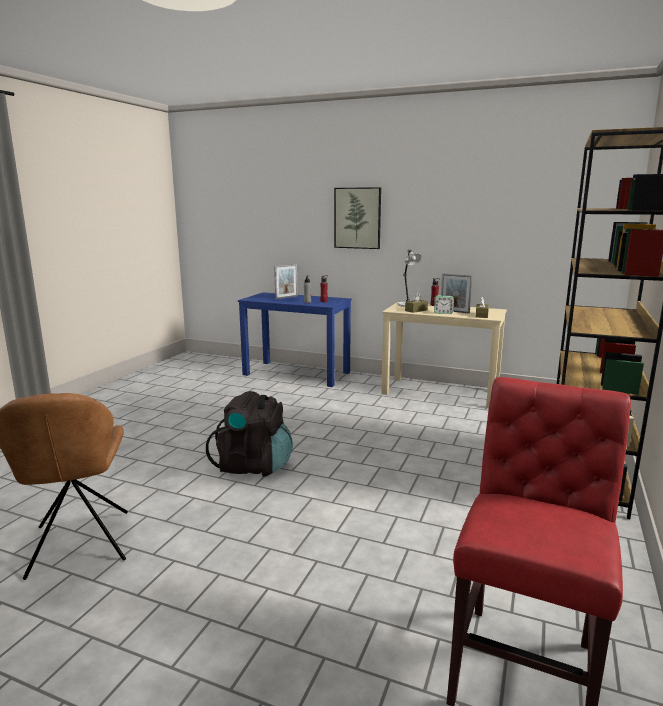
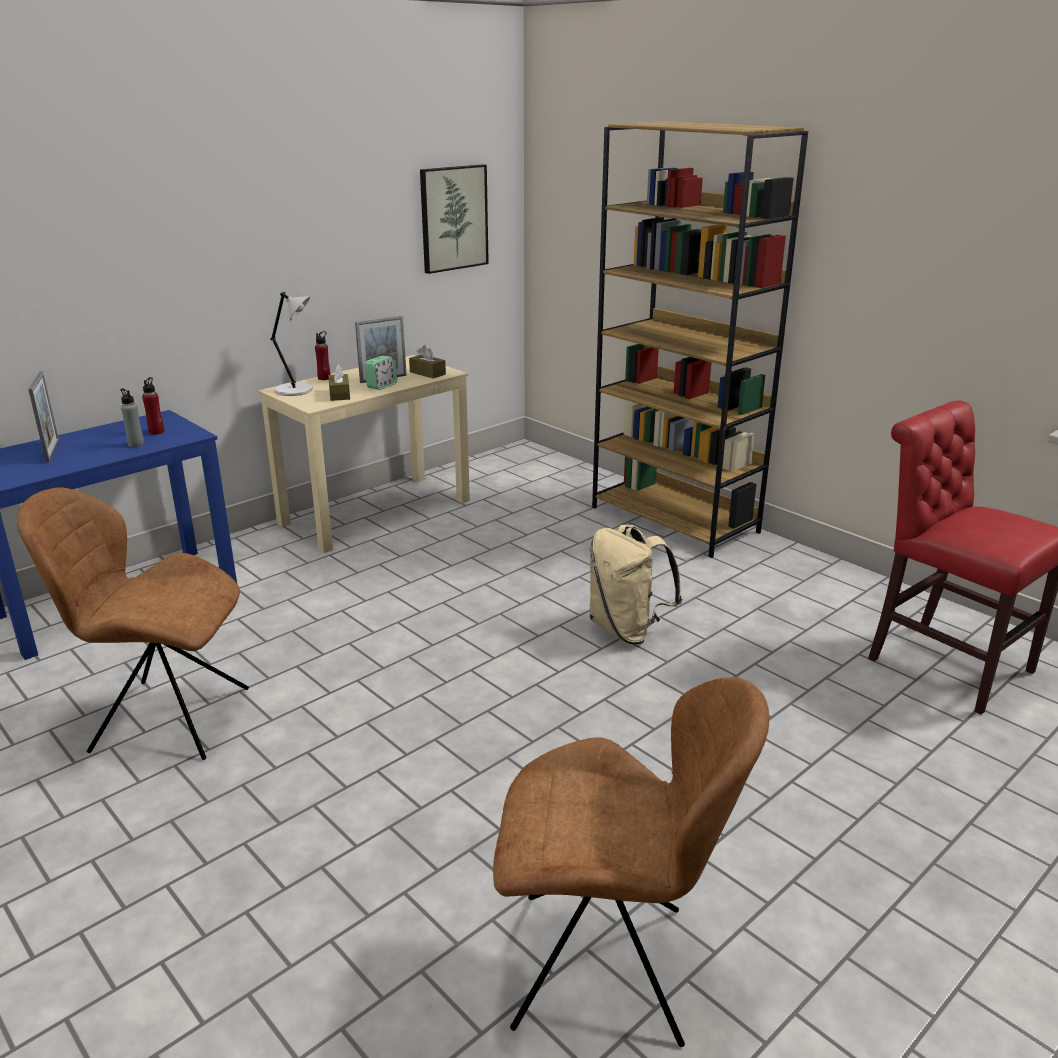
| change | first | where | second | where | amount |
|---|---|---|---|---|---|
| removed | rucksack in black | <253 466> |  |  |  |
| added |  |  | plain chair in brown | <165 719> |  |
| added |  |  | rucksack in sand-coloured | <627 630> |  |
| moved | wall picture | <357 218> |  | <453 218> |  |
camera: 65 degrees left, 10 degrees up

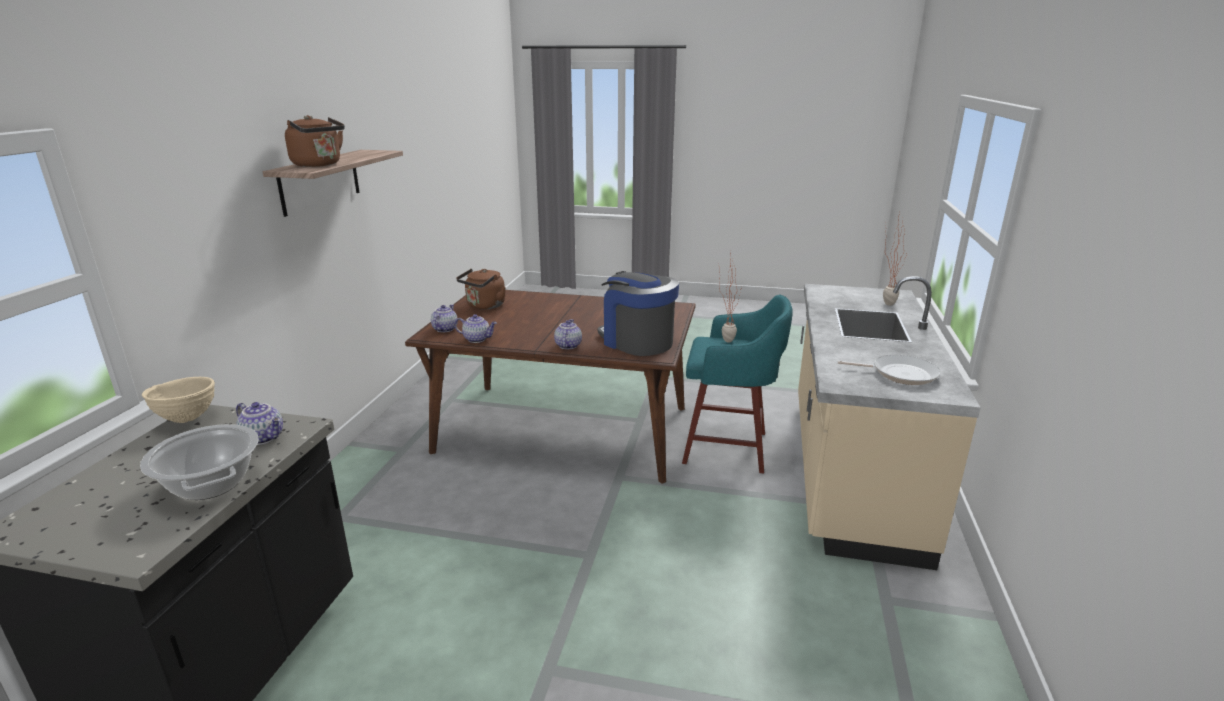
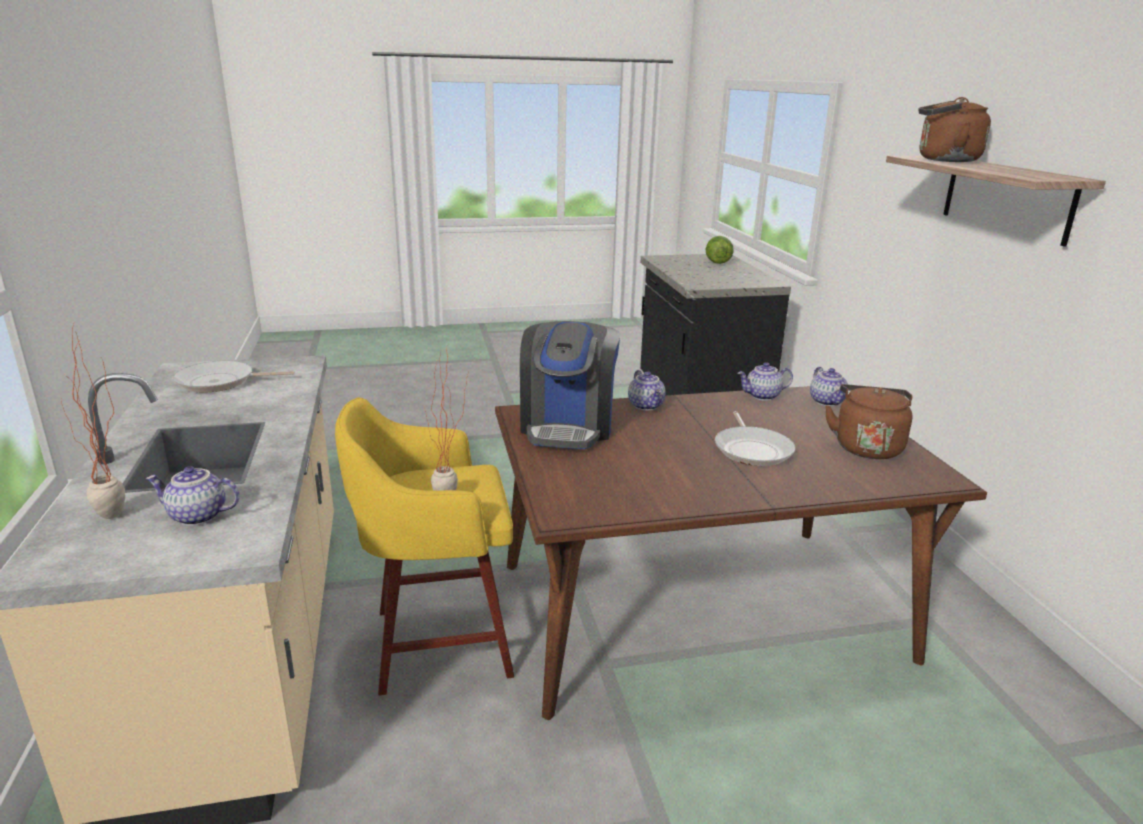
| change | first | where | second | where | amount |
|---|---|---|---|---|---|
| removed | cooking pot | <211 484> |  |  |  |
| removed | serving bowl in sand-coloured | <188 419> |  |  |  |
| added |  |  | head of lettuce | <717 262> |  |
| added |  |  | pan | <752 449> |  |
| moved | pot for tea | <264 437> |  | <196 516> |  |
| recoloured | stool in turquoise | <729 448> | stool in yellowish | <437 643> |  |
| turned | coffee machine | <636 341> |  | <568 426> | 75 degrees clockwise |
camera: 155 degrees right, 0 degrees up

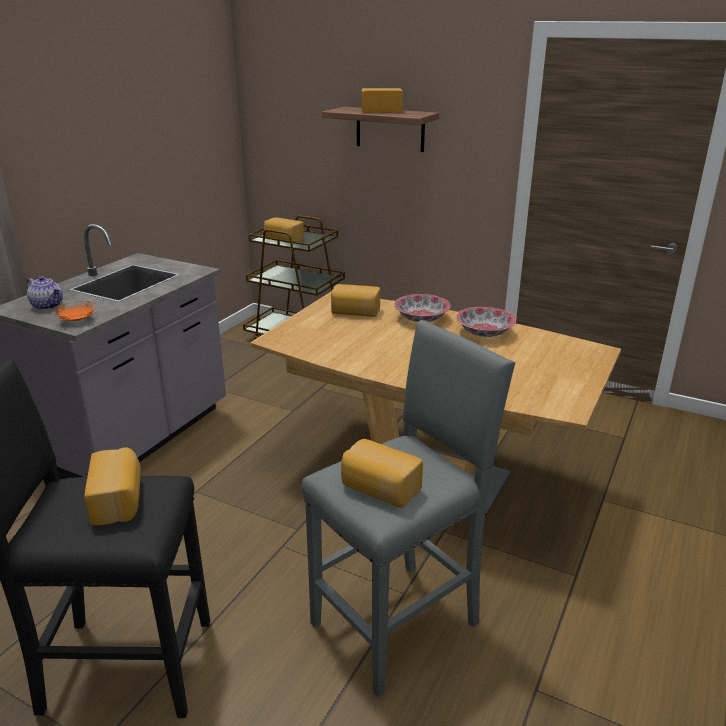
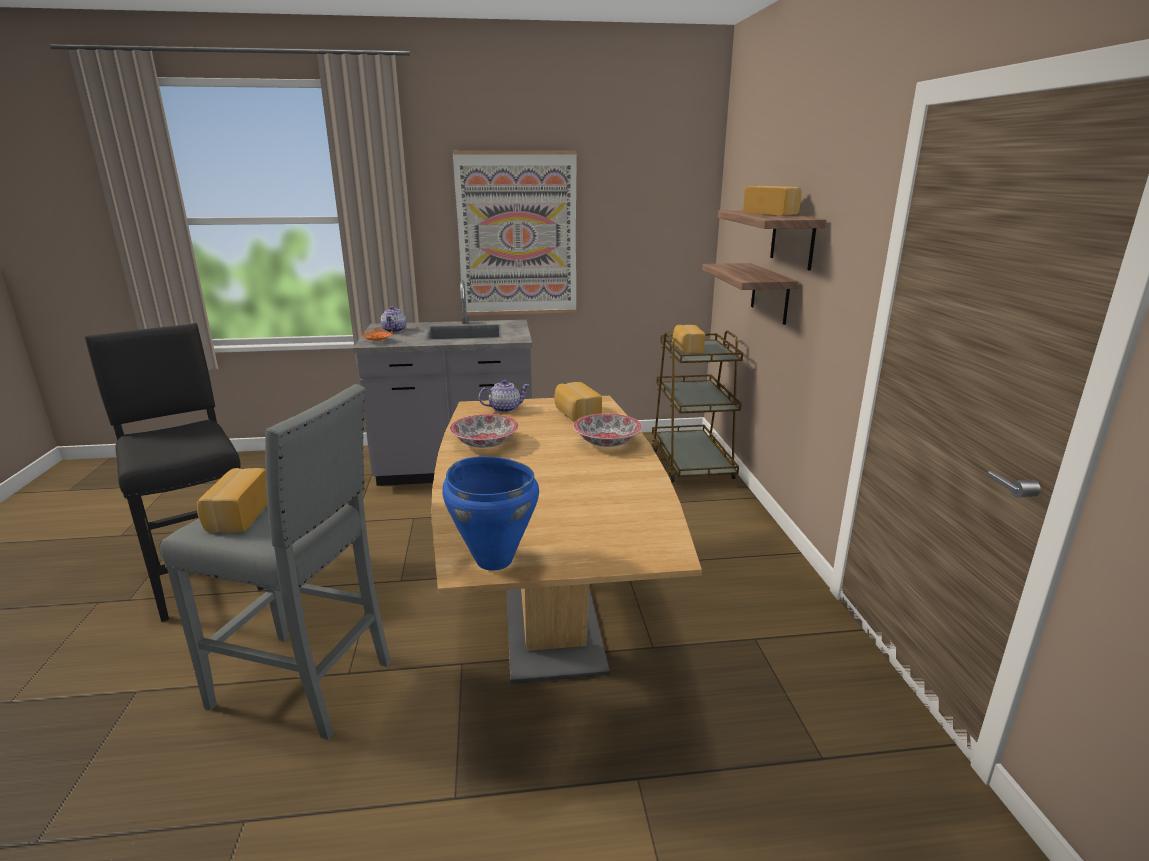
| change | first | where | second | where | amount |
|---|---|---|---|---|---|
| removed | baked bread | <118 500> |  |  |  |
| added |  |  | cooking pot in blue | <494 560> |  |
| added |  |  | wall picture | <517 235> |  |
| added |  |  | pot for tea | <505 408> |  |
| added |  |  | wall shelf | <770 293> |  |
| moved | serving bowl | <484 332> |  | <485 443> |  |
camera: 55 degrees right, 5 degrees down

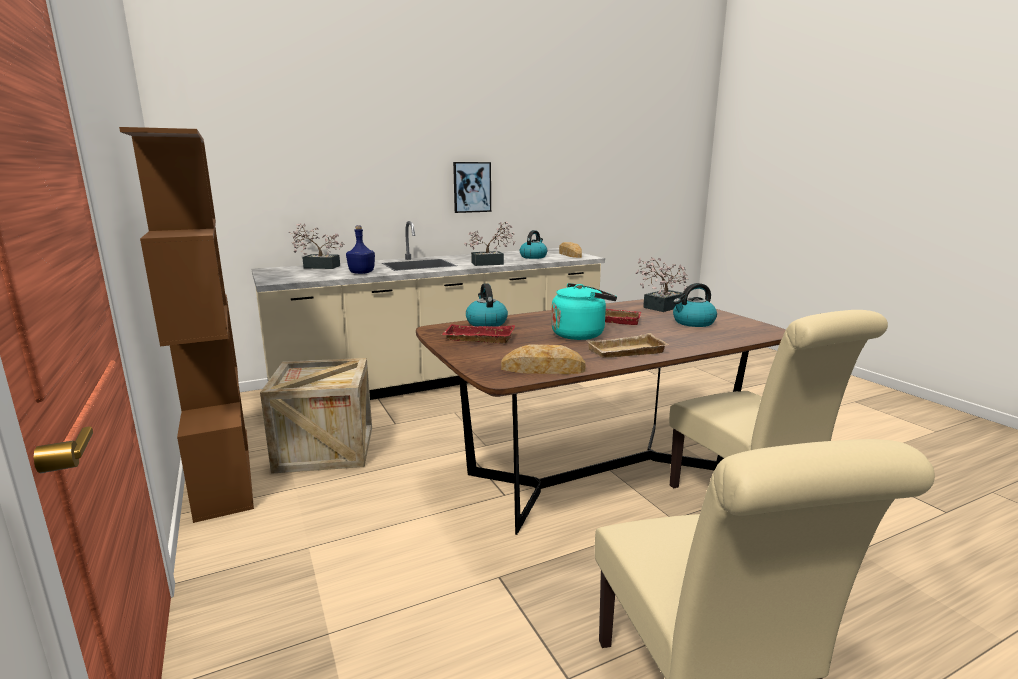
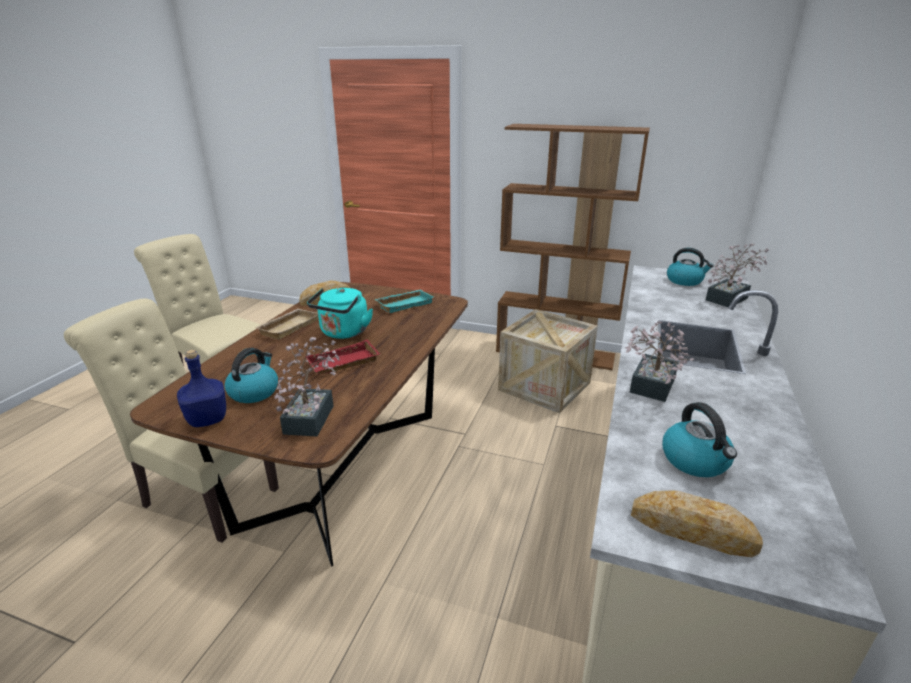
| change | first | where | second | where | amount |
|---|---|---|---|---|---|
| removed | wall picture | <472 187> |  |  |  |
| moved | drink bottle in blue | <362 273> |  | <206 420> |  |
| moved | tea kettle | <486 323> |  | <685 281> |  |
| recoloured | serving tray in red-coloured | <477 339> | serving tray in turquoise | <404 304> |  |
camera: 135 degrees right, 10 degrees up

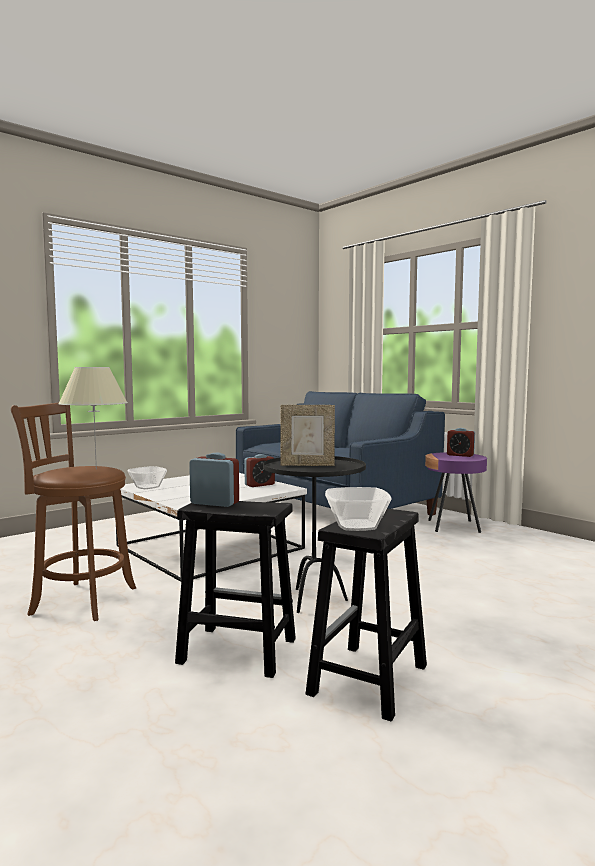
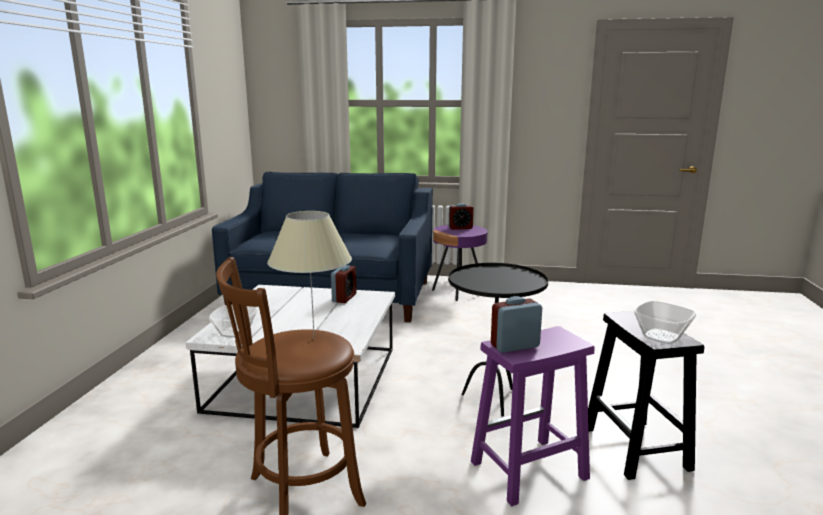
| change | first | where | second | where | amount |
|---|---|---|---|---|---|
| removed | standing frame | <307 465> |  |  |  |
| recoloured | stool in black | <235 651> | stool in purple-coloured | <527 471> |  |
camera: 40 degrees left, 10 degrees up

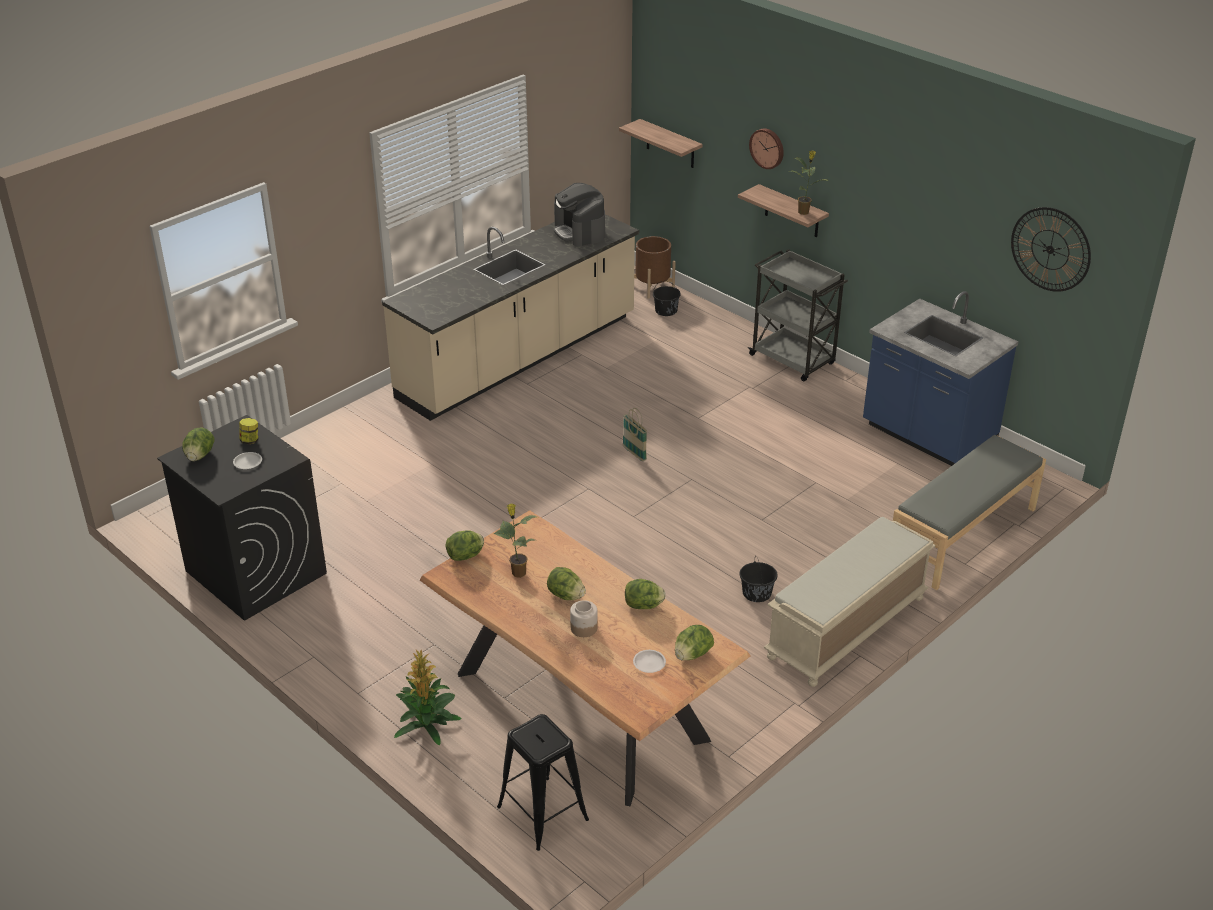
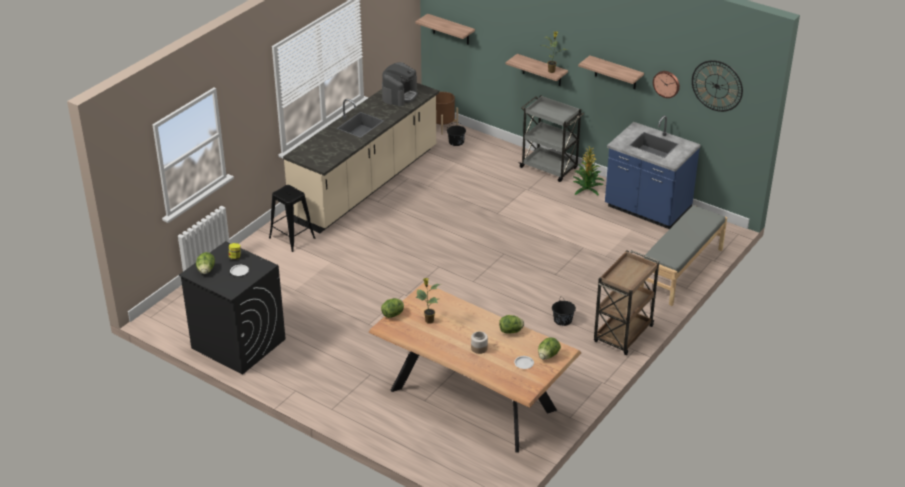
| change | first | where | second | where | amount |
|---|---|---|---|---|---|
| removed | head of lettuce | <566 595> |  |  |  |
| removed | household basket | <634 453> |  |  |  |
| added |  |  | wall shelf | <615 73> |  |
| moved | potted plant | <427 724> |  | <587 188> |  |
| moved | stool in black | <542 813> |  | <292 238> |  |
| moved | hanging clock | <767 148> |  | <666 83> |  |
| replaced | indoor bench in sand-coloured | <847 628> | cart in brown | <622 335> |  |
| turned | coffee machine | <579 232> |  | <399 95> | 120 degrees counterclockwise |
camera: 10 degrees left, 0 degrees up

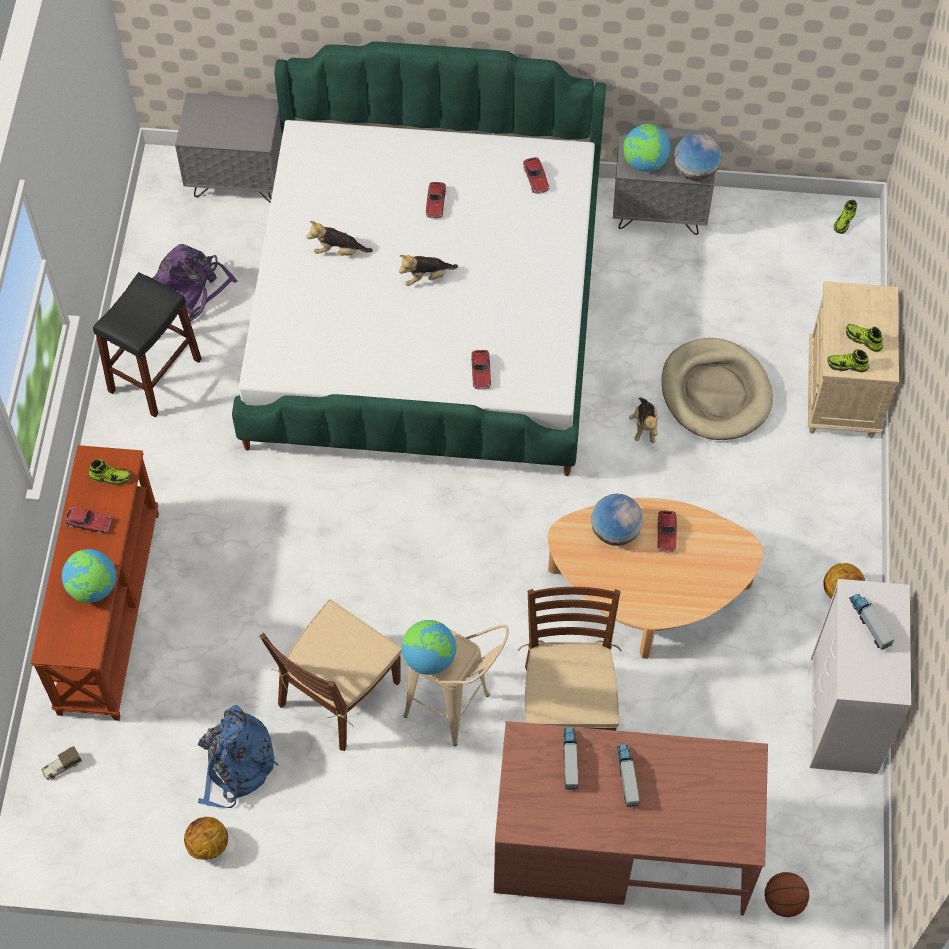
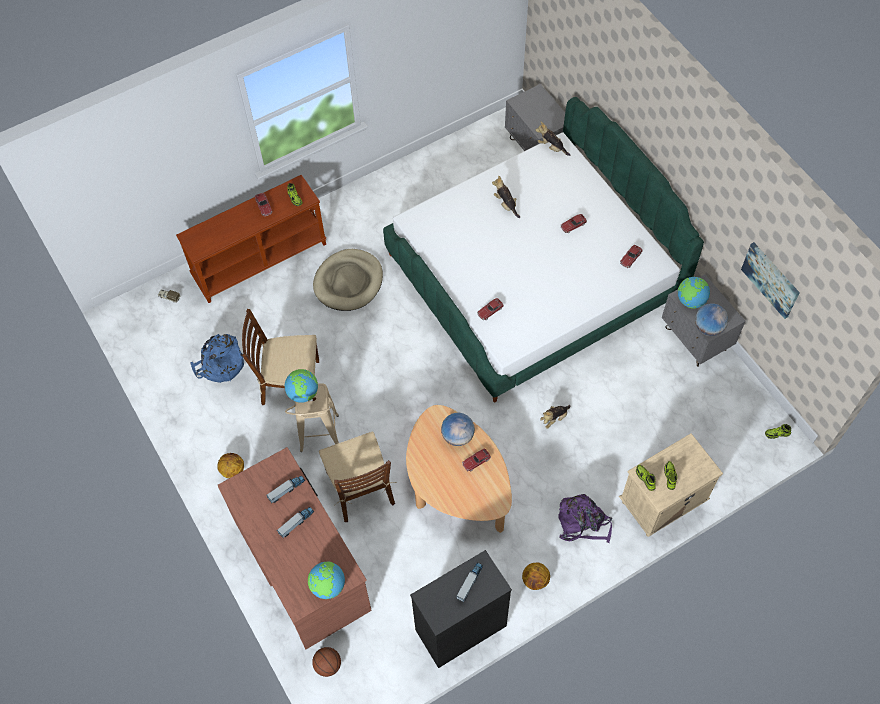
| change | first | where | second | where | amount |
|---|---|---|---|---|---|
| removed | stool in black | <155 375> |  |  |  |
| added |  |  | wall picture | <771 279> |  |
| moved | world globe | <93 588> |  | <328 586> |  |
| moved | rucksack in purple-coloured | <192 290> |  | <582 522> |  |
| moved | basketball ball | <207 845> |  | <232 470> |  |
| moved | soft toy | <426 277> |  | <551 147> |  |
| moved | dog cushion in sand-coloured | <715 392> |  | <348 282> |  |
| recoloured | chest of drawers in white-coloured | <843 715> | chest of drawers in black | <460 628> |  |
| turned | plain chair in brown | <567 707> |  | <360 488> | 105 degrees clockwise |
camera: 55 degrees right, 0 degrees up

